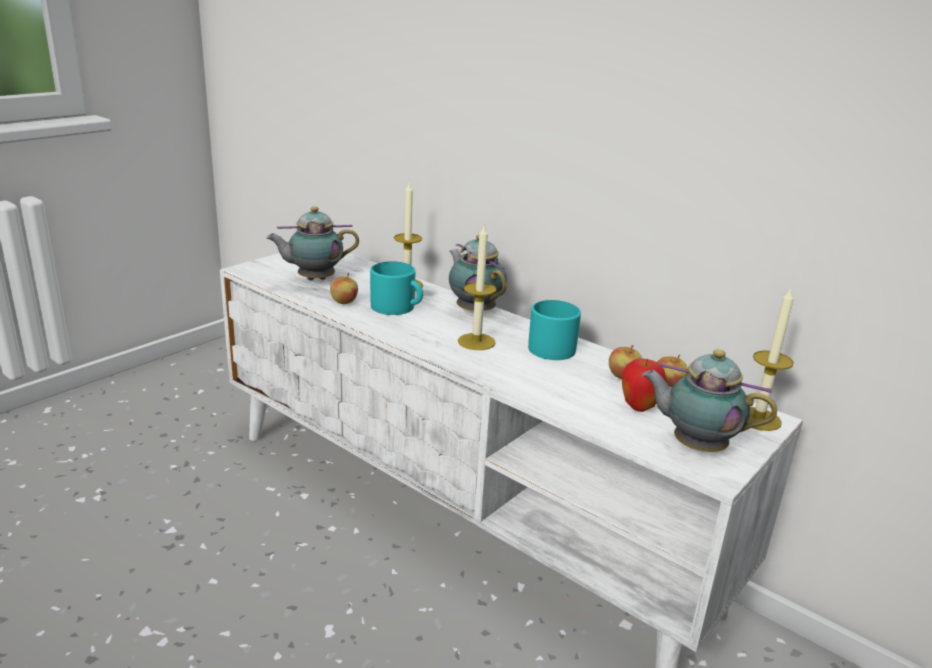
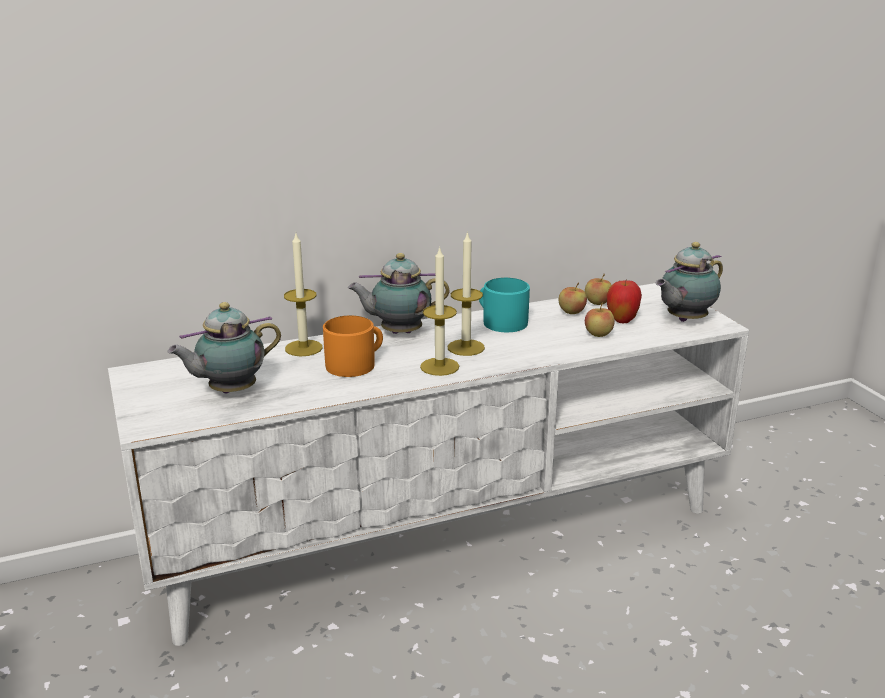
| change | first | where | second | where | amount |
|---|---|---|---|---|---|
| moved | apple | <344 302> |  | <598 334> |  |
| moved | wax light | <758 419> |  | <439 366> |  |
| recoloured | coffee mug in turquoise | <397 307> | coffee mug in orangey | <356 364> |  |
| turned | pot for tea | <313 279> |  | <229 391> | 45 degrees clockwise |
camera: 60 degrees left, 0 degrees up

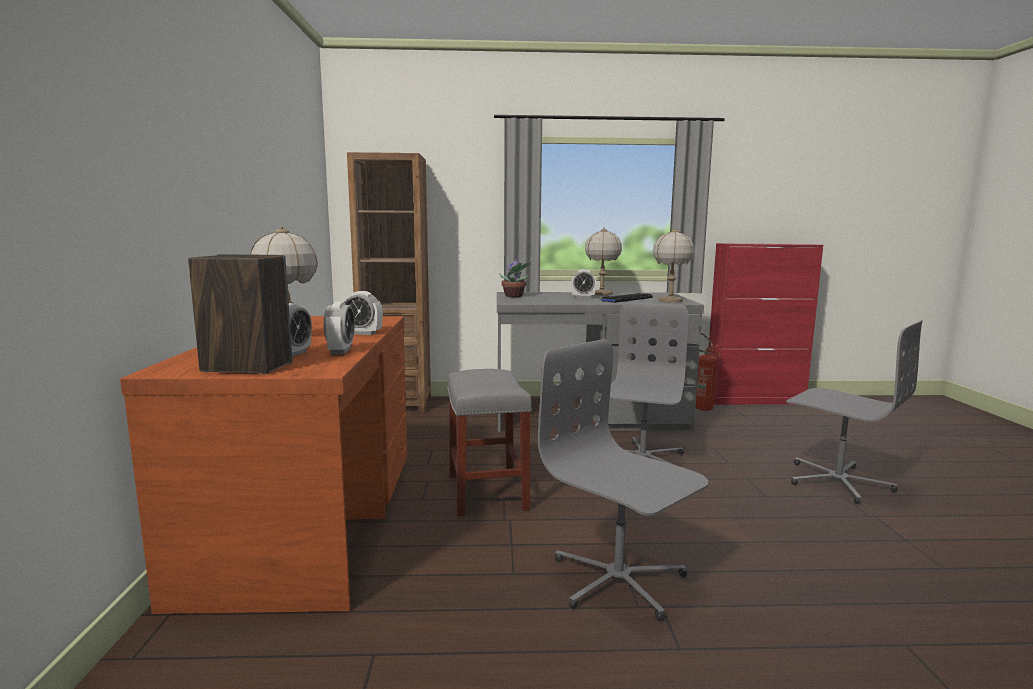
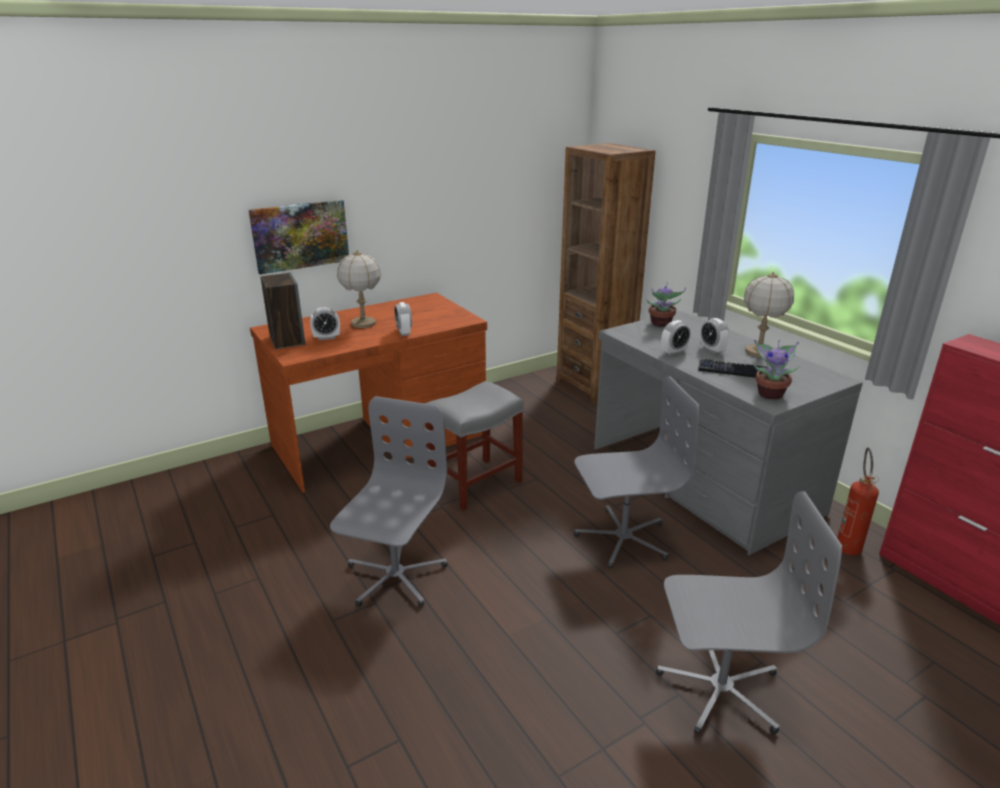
| change | first | where | second | where | amount |
|---|---|---|---|---|---|
| added |  |  | wall picture | <300 235> |  |
| moved | alarm clock | <340 351> |  | <673 352> |  |
| replaced | table lamp | <670 301> | potted plant | <770 393> |  |
| turned | computer chair in grey | <837 481> |  | <719 688> | 105 degrees counterclockwise |
camera: 60 degrees right, 15 degrees up

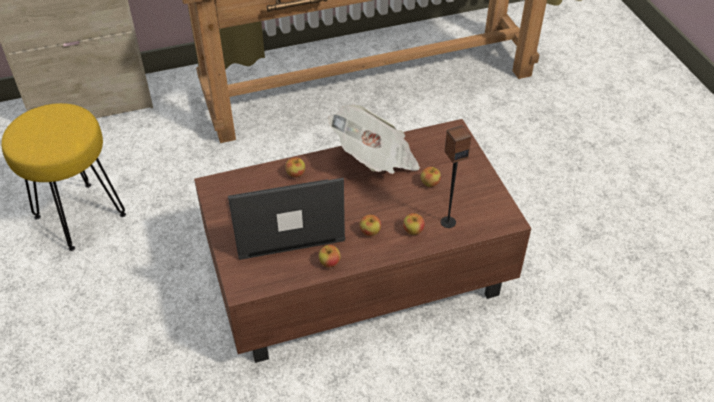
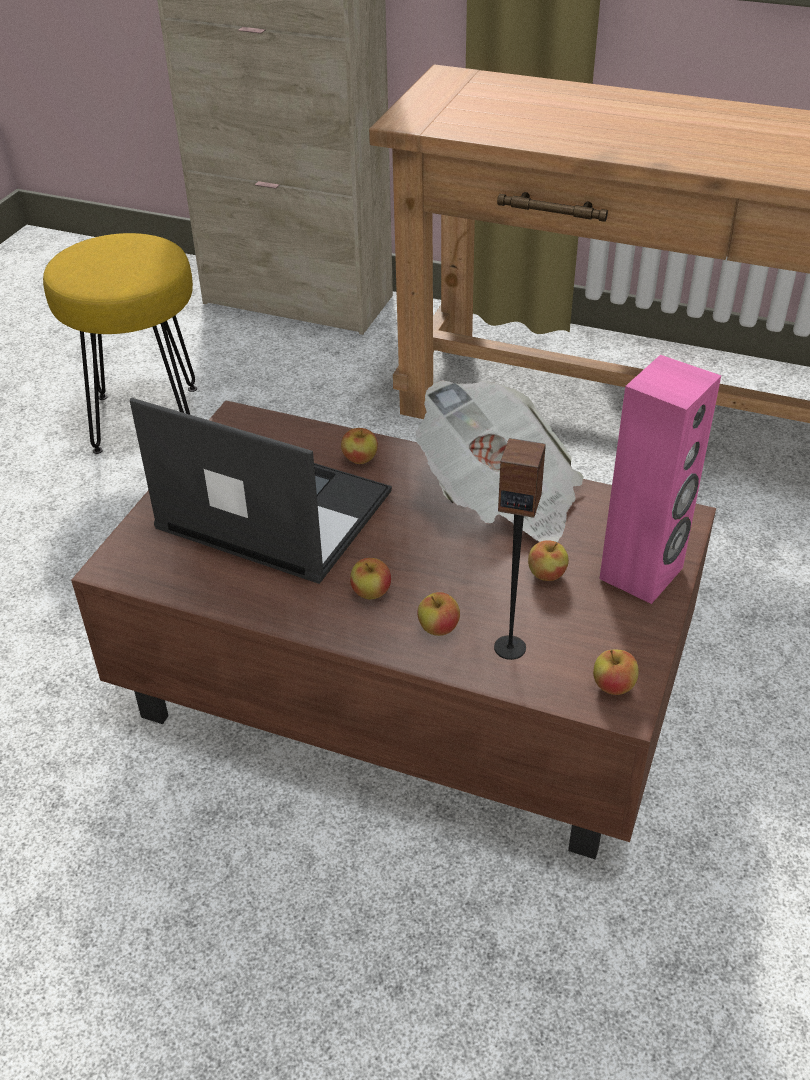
| change | first | where | second | where | amount |
|---|---|---|---|---|---|
| added |  |  | speaker in pink-coloured | <642 574> |  |
| moved | apple | <329 263> |  | <613 686> |  |
camera: 40 degrees right, 5 degrees down

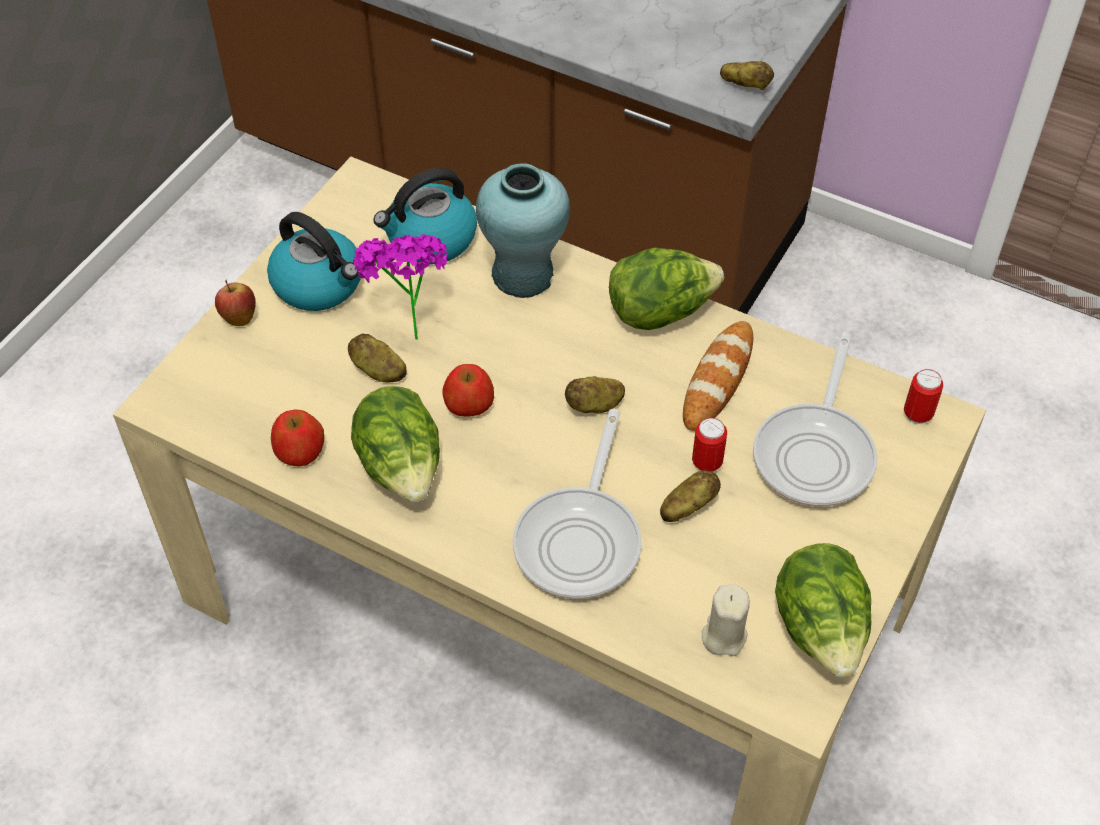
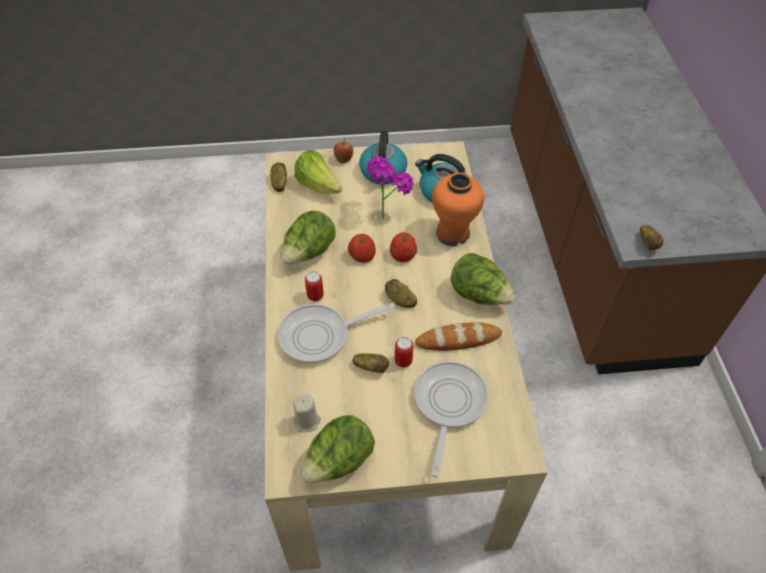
| change | first | where | second | where | amount |
|---|---|---|---|---|---|
| added |  |  | head of lettuce | <318 185> |  |
| moved | apple | <299 451> |  | <403 254> |  |
| moved | potato | <378 371> |  | <279 183> |  |
| moved | sealed can | <917 414> |  | <315 296> |  |
| recoloured | flower vase in turquoise | <523 274> | flower vase in orangey | <453 233> |  |
| turned | pan | <816 452> |  | <448 405> | 120 degrees clockwise |
camera: 55 degrees right, 0 degrees up

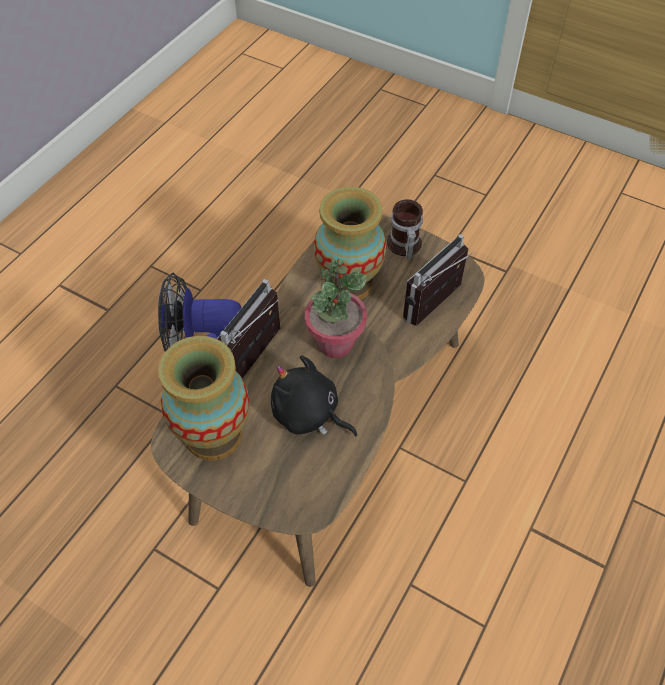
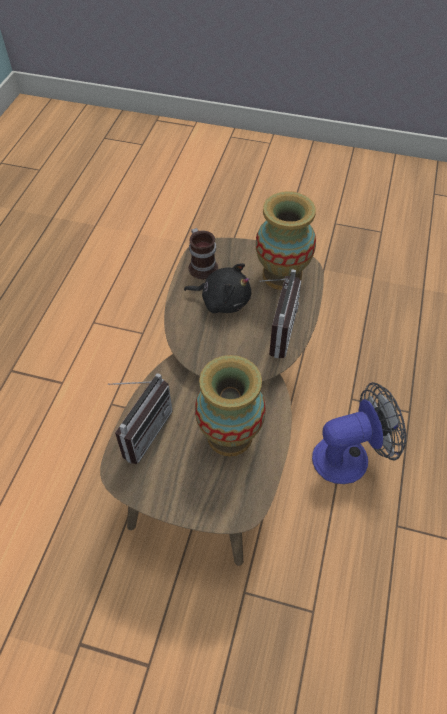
| change | first | where | second | where | amount |
|---|---|---|---|---|---|
| removed | potted plant | <335 343> |  |  |  |
| moved | coffee mug | <403 246> |  | <203 266> |  |
camera: 165 degrees right, 0 degrees up

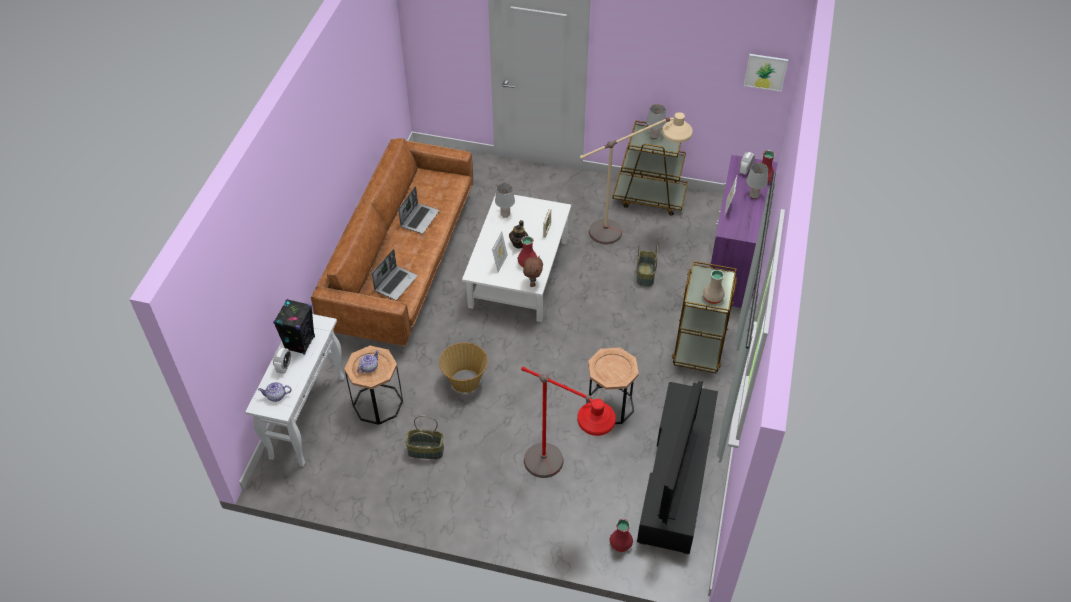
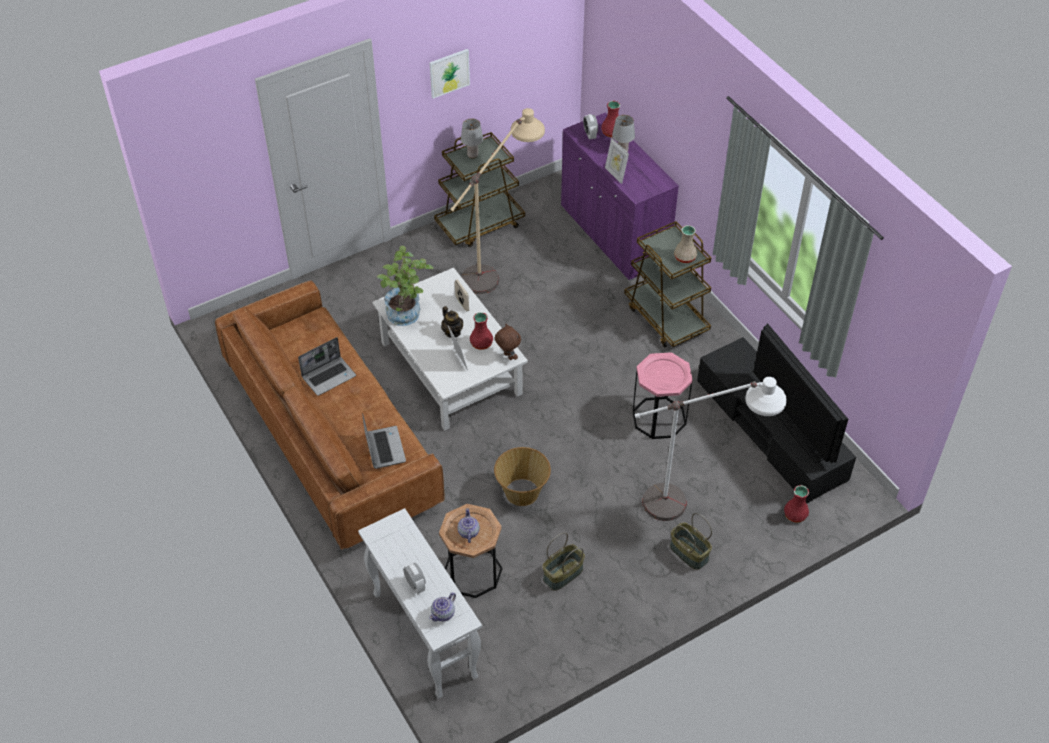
| change | first | where | second | where | amount |
|---|---|---|---|---|---|
| removed | speaker in black | <300 343> |  |  |  |
| moved | household basket | <644 274> |  | <688 553> |  |
| moved | wall picture | <765 72> |  | <449 73> |  |
| replaced | table lamp in grey | <505 214> | potted plant | <407 316> |  |
| recoloured | floor lamp in red-coloured | <561 479> | floor lamp in white-coloured | <696 505> |  |
| recoloured | end table in brown | <609 405> | end table in pink-coloured | <659 418> |  |
| turned | notebook computer | <419 218> |  | <329 376> | 75 degrees clockwise |
camera: 45 degrees left, 0 degrees up

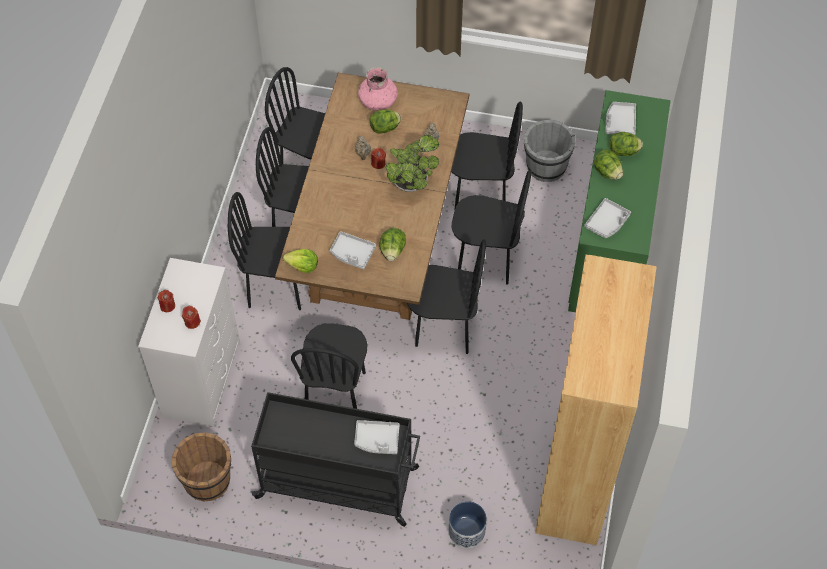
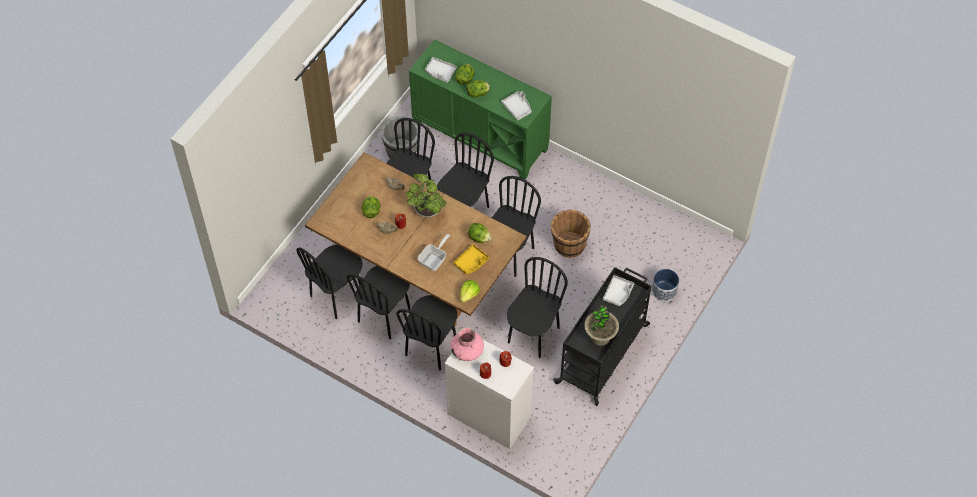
| change | first | where | second | where | amount |
|---|---|---|---|---|---|
| removed | bookshelf in brown | <575 476> |  |  |  |
| added |  |  | pan | <434 259> |  |
| added |  |  | potted plant | <600 336> |  |
| moved | water bucket in brown | <207 480> |  | <569 244> |  |
| moved | flower vase in pink-coloured | <378 101> |  | <467 350> |  |
| recoloured | serving tray in grey | <352 254> | serving tray in yellowish | <471 262> |  |
| turned | plain chair in black | <336 392> |  | <533 335> | 90 degrees counterclockwise |
camera: 70 degrees left, 0 degrees up

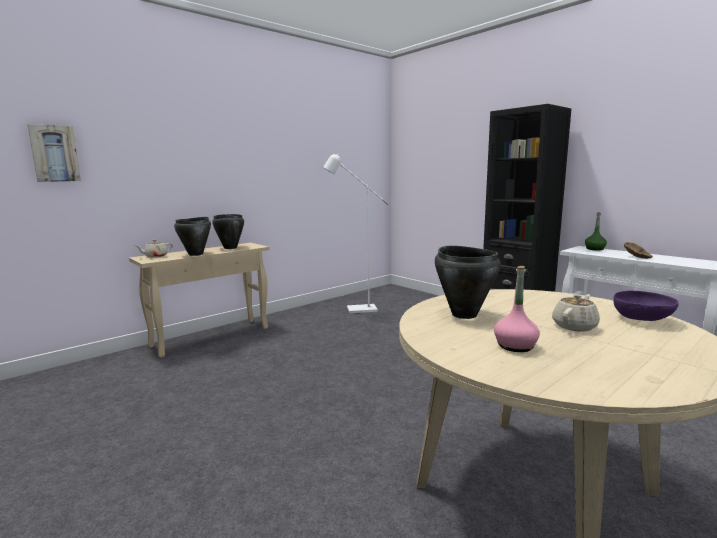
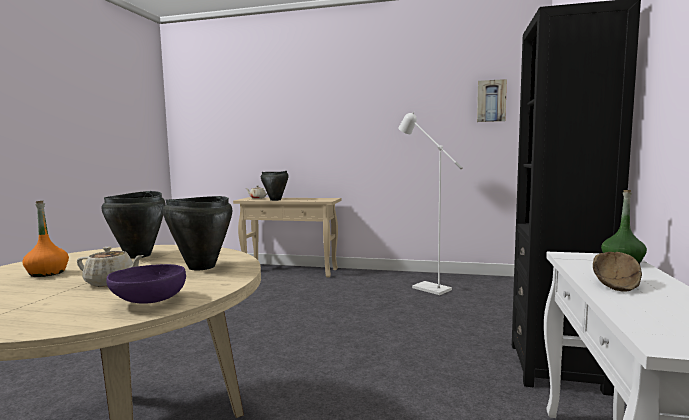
| change | first | where | second | where | amount |
|---|---|---|---|---|---|
| moved | wall picture | <54 154> |  | <491 101> |  |
| moved | cooking pot in black | <230 248> |  | <201 267> |  |
| recoloured | drink bottle in pink-coloured | <515 346> | drink bottle in orangey | <47 273> |  |
camera: 55 degrees right, 5 degrees down

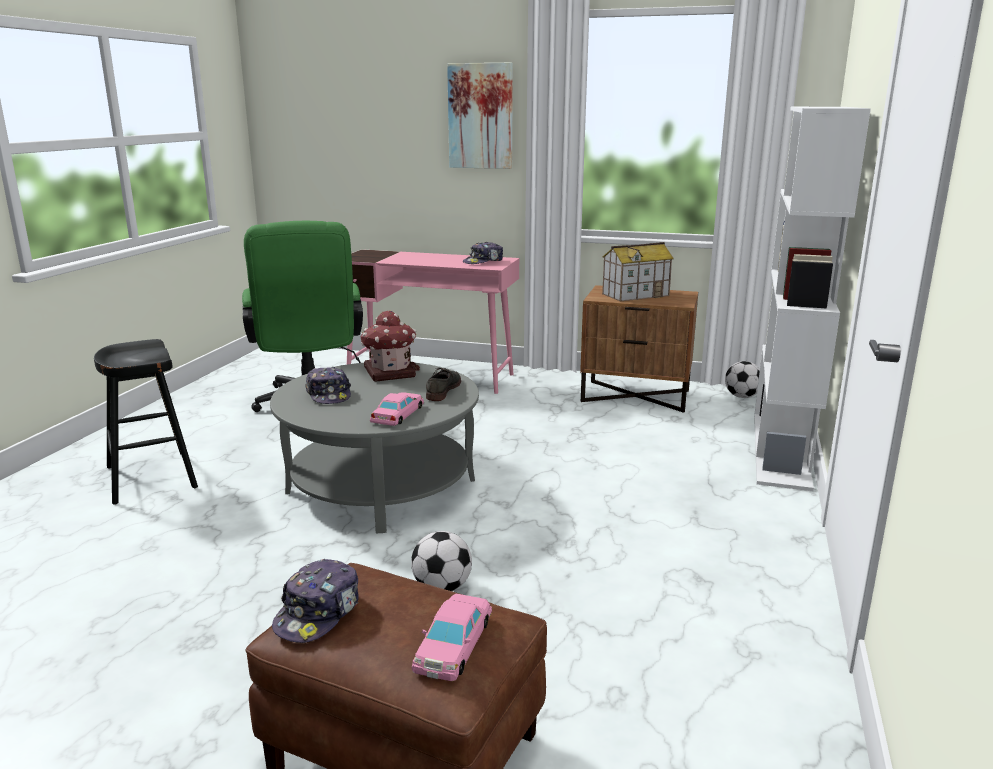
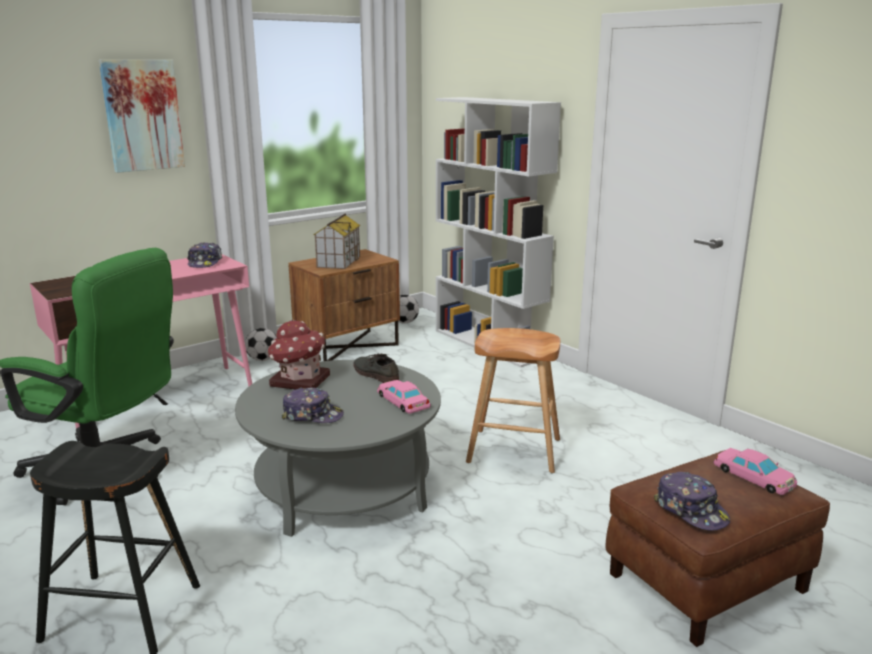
| change | first | where | second | where | amount |
|---|---|---|---|---|---|
| added |  |  | stool in brown | <513 451> |  |
| moved | football | <442 587> |  | <263 359> |  |
camera: 55 degrees left, 0 degrees up

